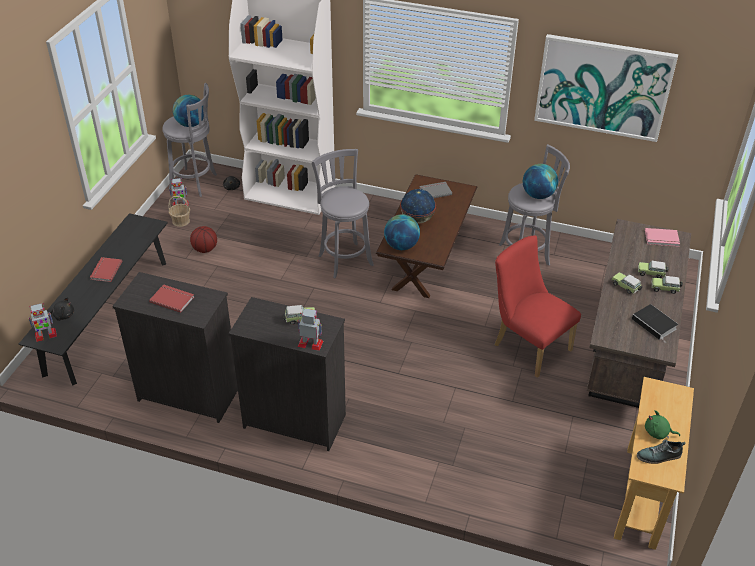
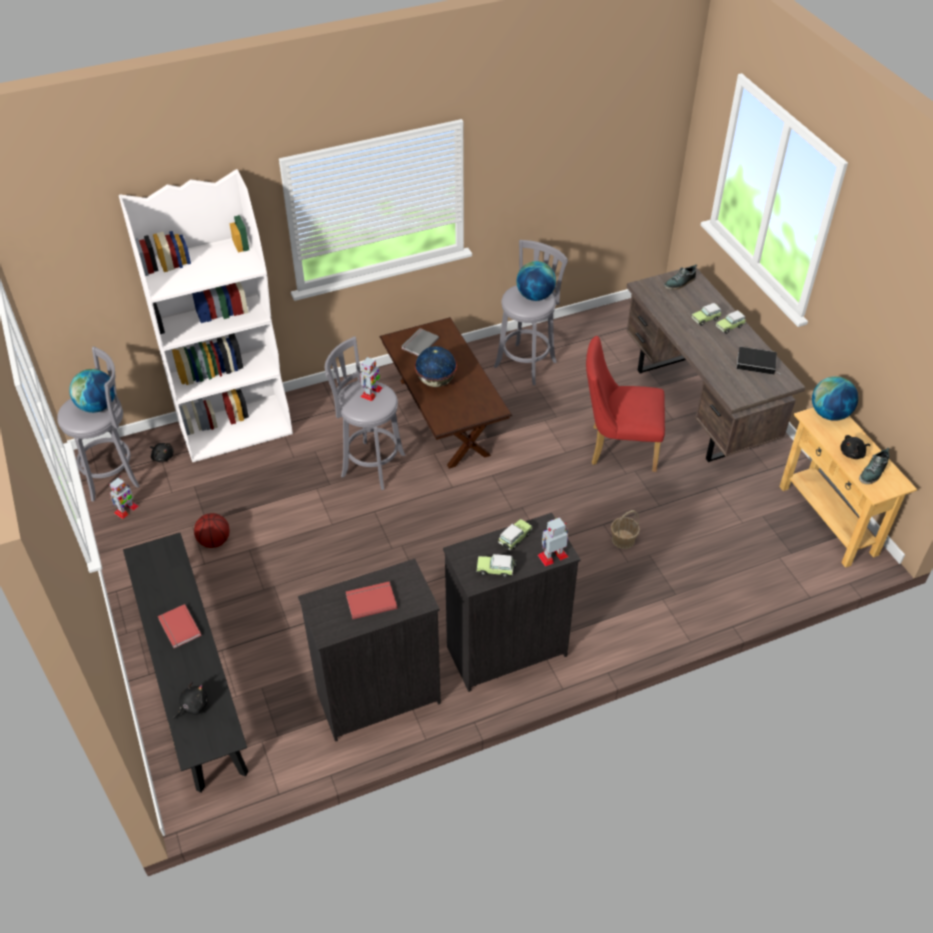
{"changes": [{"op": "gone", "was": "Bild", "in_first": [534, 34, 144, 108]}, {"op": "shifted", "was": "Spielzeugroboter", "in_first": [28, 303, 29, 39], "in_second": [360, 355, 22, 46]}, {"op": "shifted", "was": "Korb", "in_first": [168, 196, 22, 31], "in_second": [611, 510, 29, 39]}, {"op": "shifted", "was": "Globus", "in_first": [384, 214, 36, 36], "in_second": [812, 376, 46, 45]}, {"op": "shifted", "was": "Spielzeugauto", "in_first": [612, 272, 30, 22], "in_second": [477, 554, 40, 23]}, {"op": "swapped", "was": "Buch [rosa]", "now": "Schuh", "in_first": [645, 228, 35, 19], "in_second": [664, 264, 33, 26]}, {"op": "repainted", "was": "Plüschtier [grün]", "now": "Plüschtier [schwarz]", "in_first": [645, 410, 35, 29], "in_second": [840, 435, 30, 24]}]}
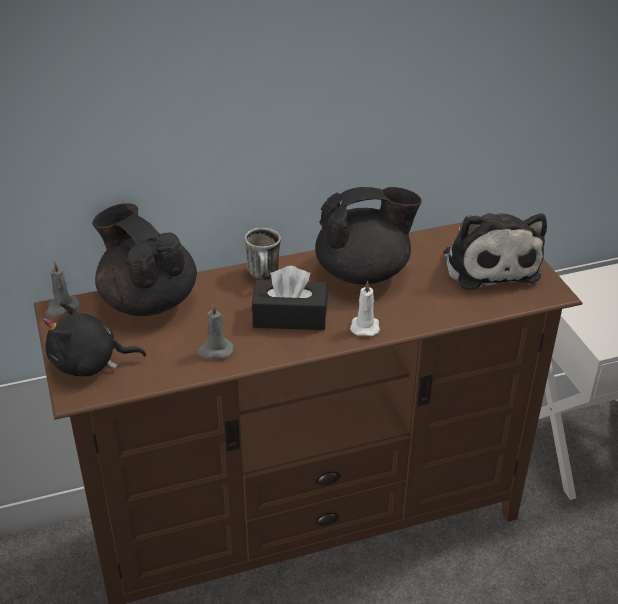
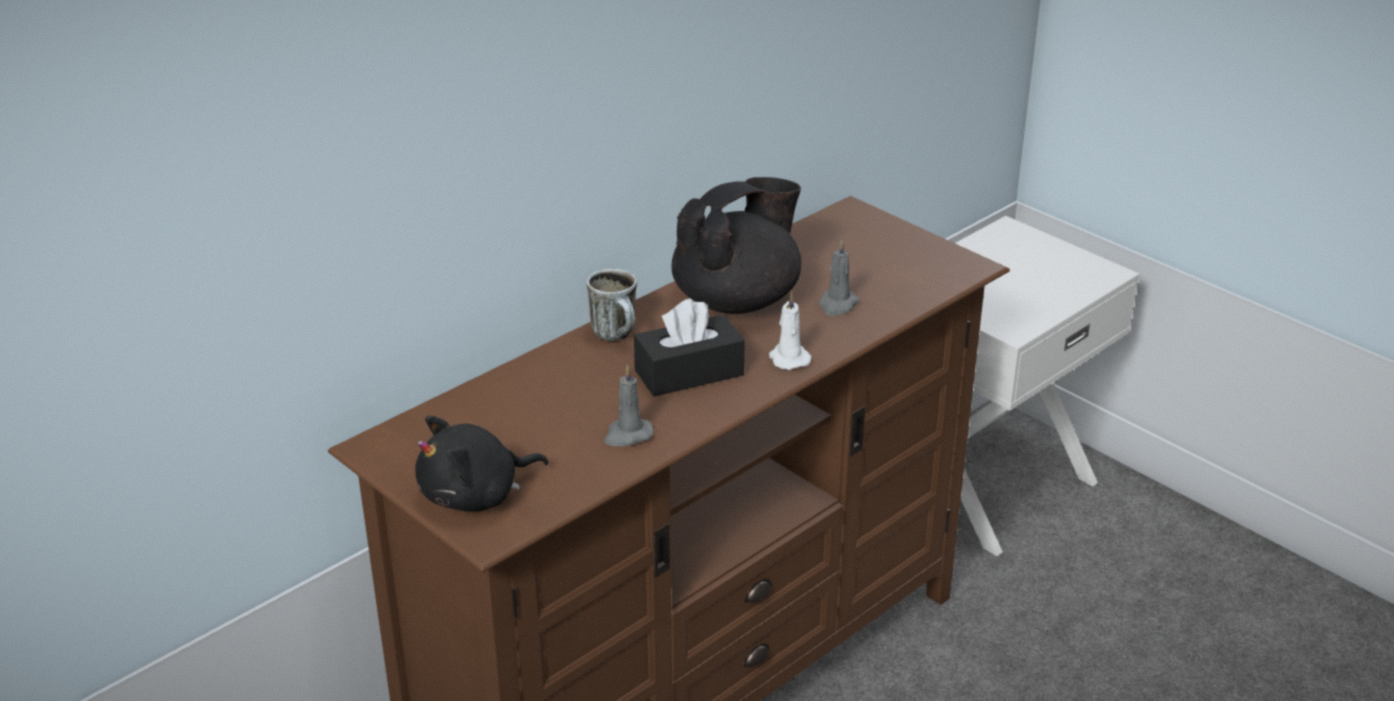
{"changes": [{"op": "gone", "was": "Teekanne [schwarz]", "in_first": [92, 203, 105, 113]}, {"op": "gone", "was": "Plüschtier", "in_first": [443, 213, 104, 77]}, {"op": "shifted", "was": "Kerze [grau]", "in_first": [45, 261, 35, 56], "in_second": [819, 239, 40, 77]}]}
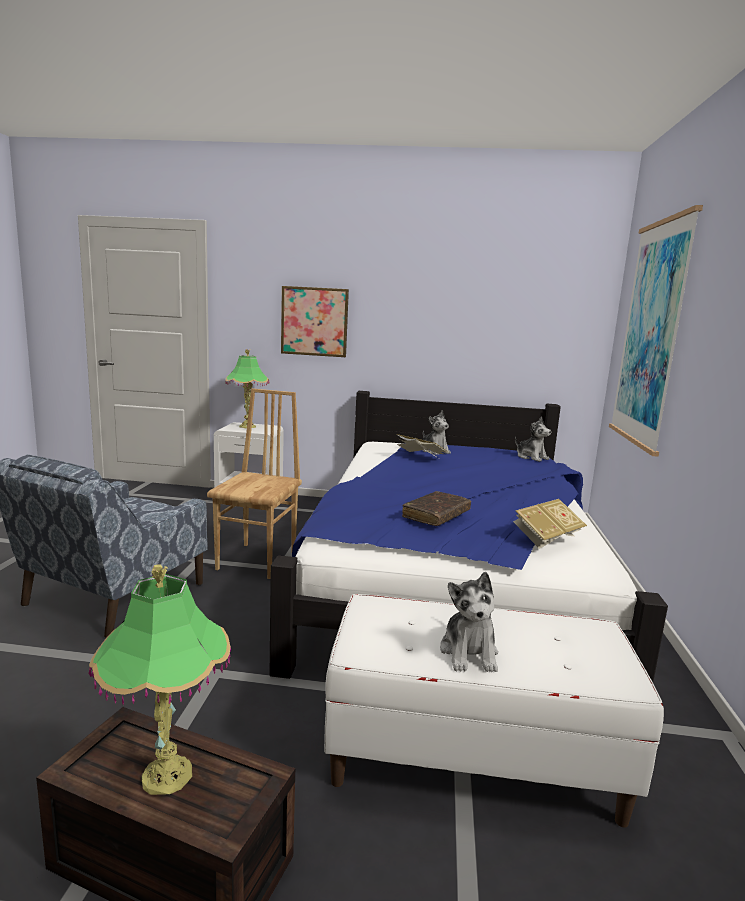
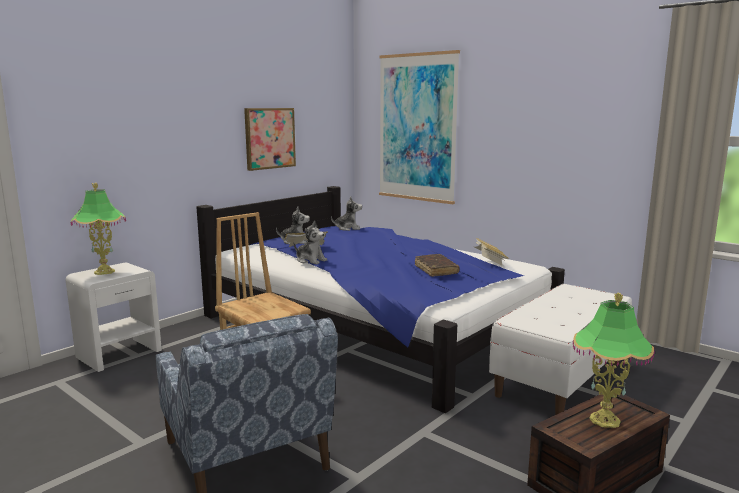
{"changes": [{"op": "shifted", "was": "Bild", "in_first": [281, 286, 68, 71], "in_second": [244, 108, 52, 63]}, {"op": "shifted", "was": "Plüschtier", "in_first": [440, 572, 58, 100], "in_second": [294, 220, 33, 44]}]}
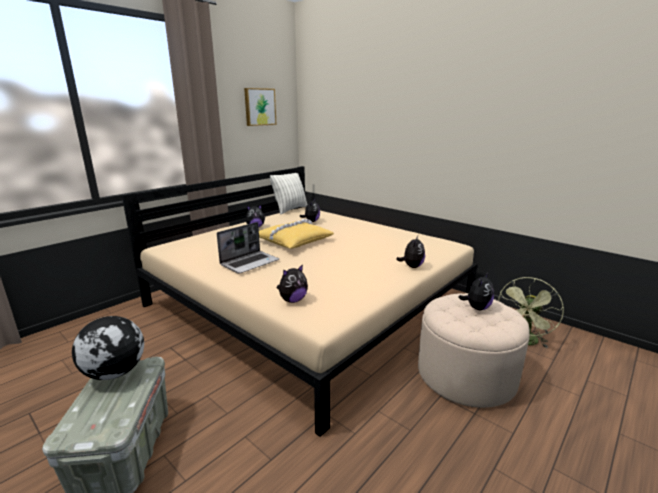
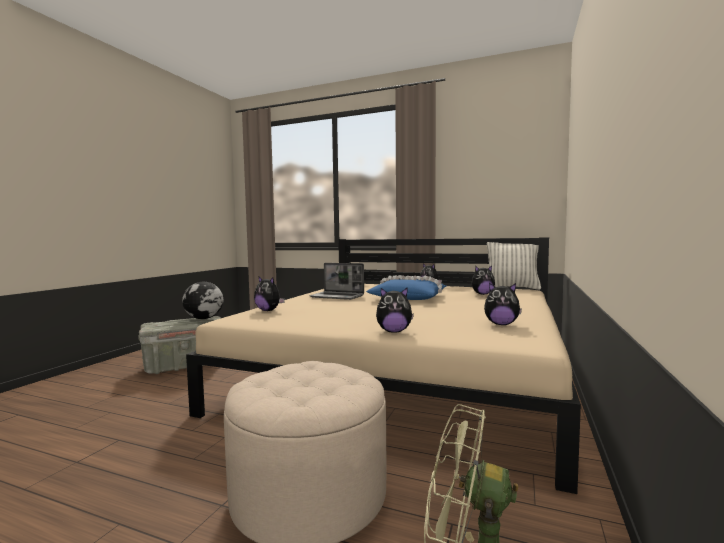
{"changes": [{"op": "gone", "was": "Bild", "in_first": [244, 88, 33, 38]}, {"op": "shifted", "was": "Plüschtier", "in_first": [458, 273, 36, 37], "in_second": [484, 283, 38, 42]}, {"op": "repainted", "was": "Kissen [gelb]", "now": "Kissen [blau]", "in_first": [259, 219, 75, 30], "in_second": [366, 275, 80, 25]}]}
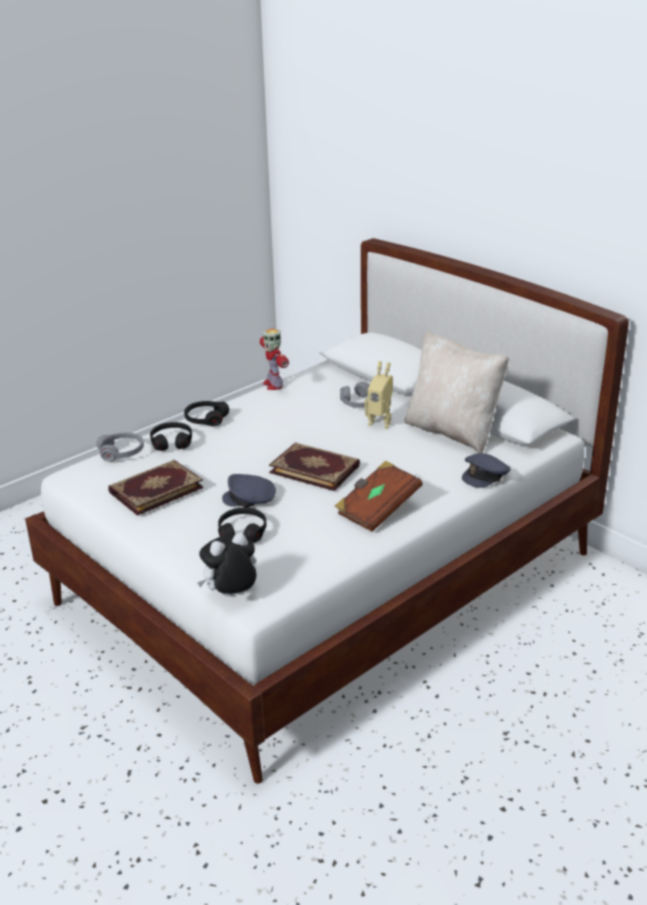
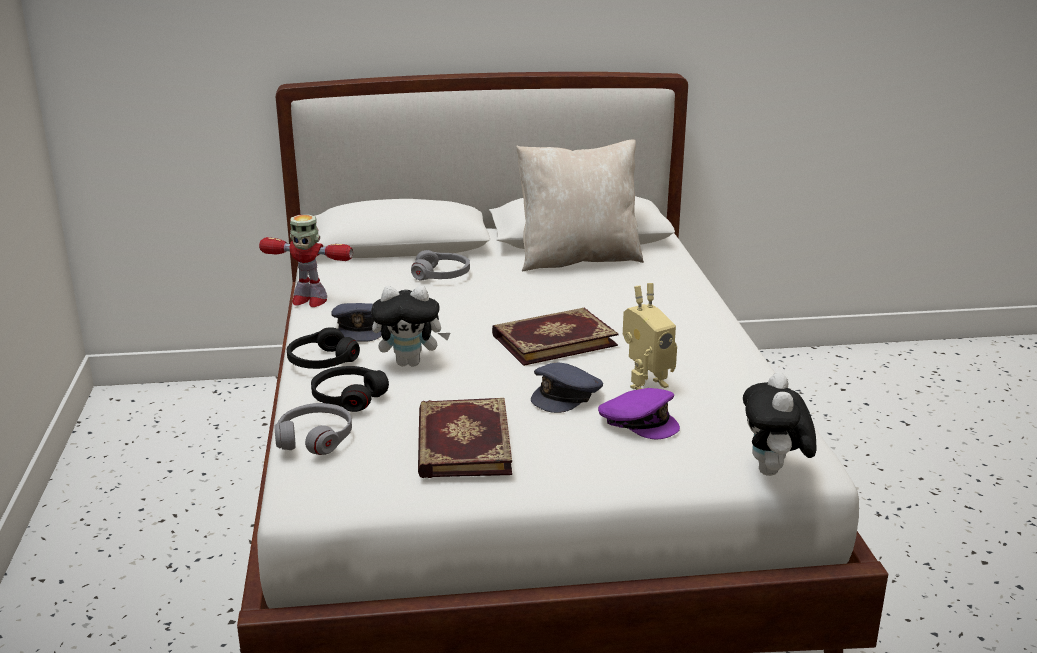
{"changes": [{"op": "gone", "was": "Buch [braun]", "in_first": [335, 460, 88, 72]}, {"op": "new", "now": "Plüschtier", "in_second": [371, 286, 79, 81]}, {"op": "shifted", "was": "Spielzeugroboter", "in_first": [365, 361, 28, 68], "in_second": [623, 283, 54, 107]}, {"op": "shifted", "was": "Kappe [grau]", "in_first": [462, 453, 49, 35], "in_second": [331, 303, 51, 39]}, {"op": "swapped", "was": "Kopfhörer [schwarz]", "now": "Kappe [lila]", "in_first": [218, 508, 49, 35], "in_second": [598, 388, 82, 51]}]}
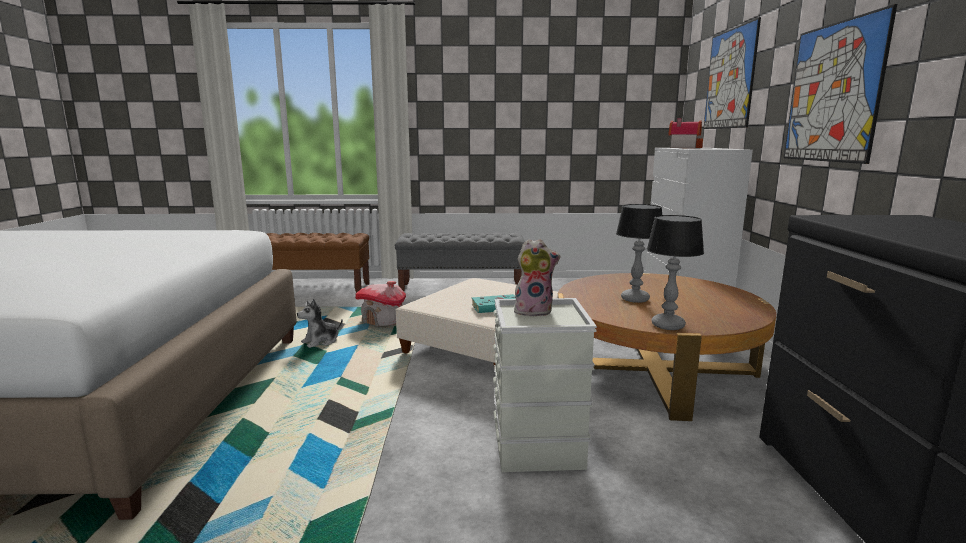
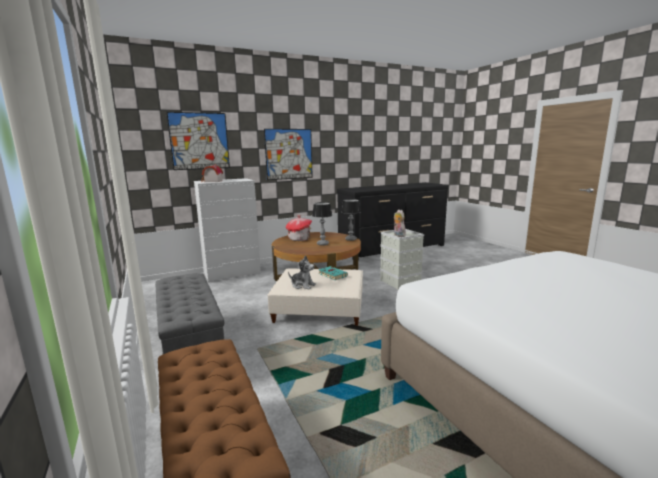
{"changes": [{"op": "shifted", "was": "Plüschtier", "in_first": [297, 298, 46, 50], "in_second": [288, 255, 28, 35]}, {"op": "shifted", "was": "Spielzeughaus", "in_first": [355, 281, 51, 45], "in_second": [286, 215, 26, 26]}]}
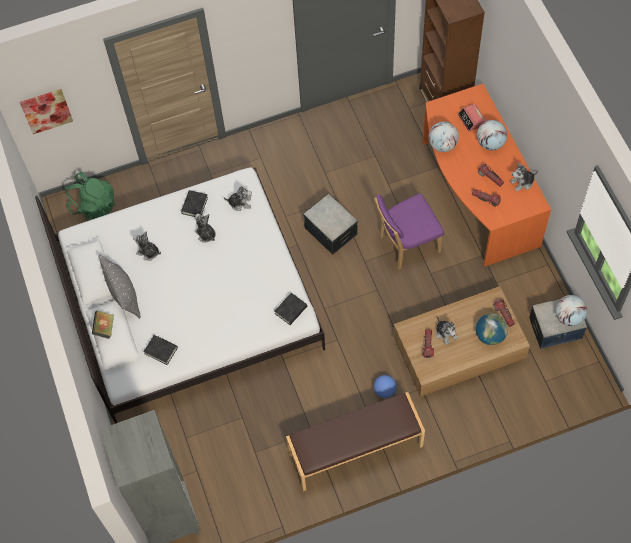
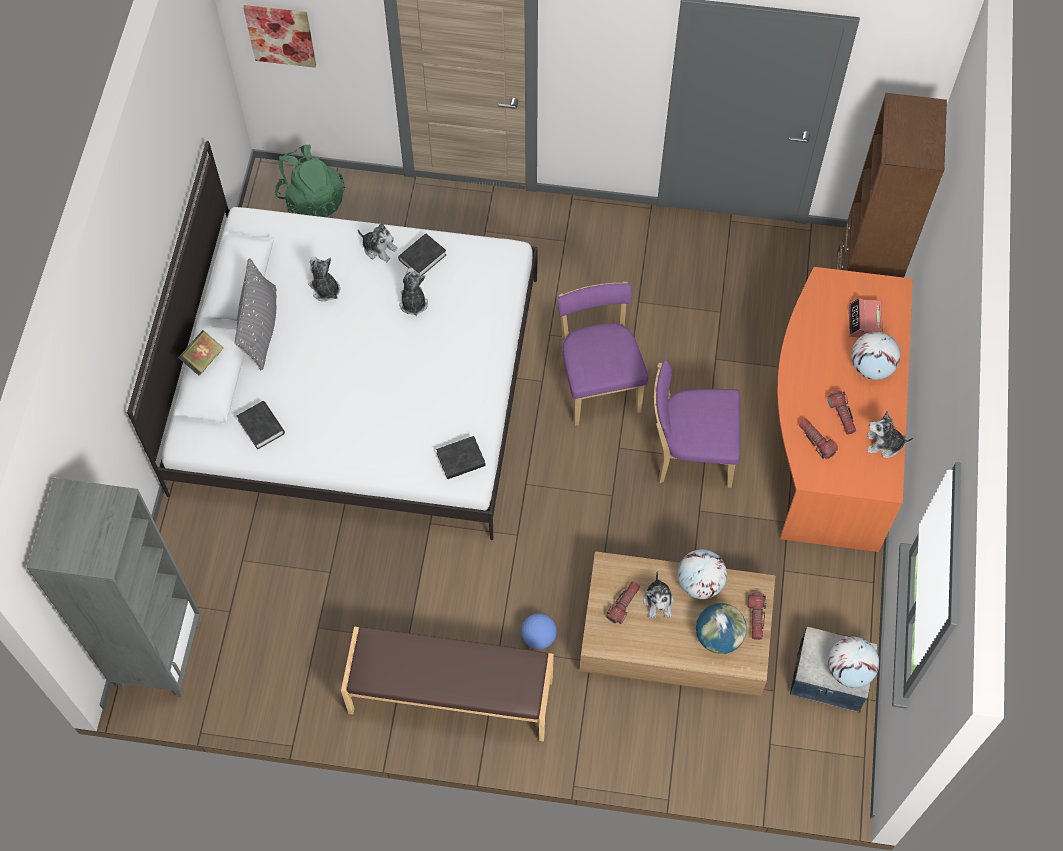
{"changes": [{"op": "shifted", "was": "Plüschtier", "in_first": [224, 186, 28, 25], "in_second": [358, 223, 40, 39]}, {"op": "shifted", "was": "Globus", "in_first": [428, 122, 31, 30], "in_second": [677, 550, 50, 49]}, {"op": "swapped", "was": "Aufbewahrungsbox", "now": "Stuhl [lila]", "in_first": [303, 194, 55, 61], "in_second": [558, 281, 90, 145]}]}
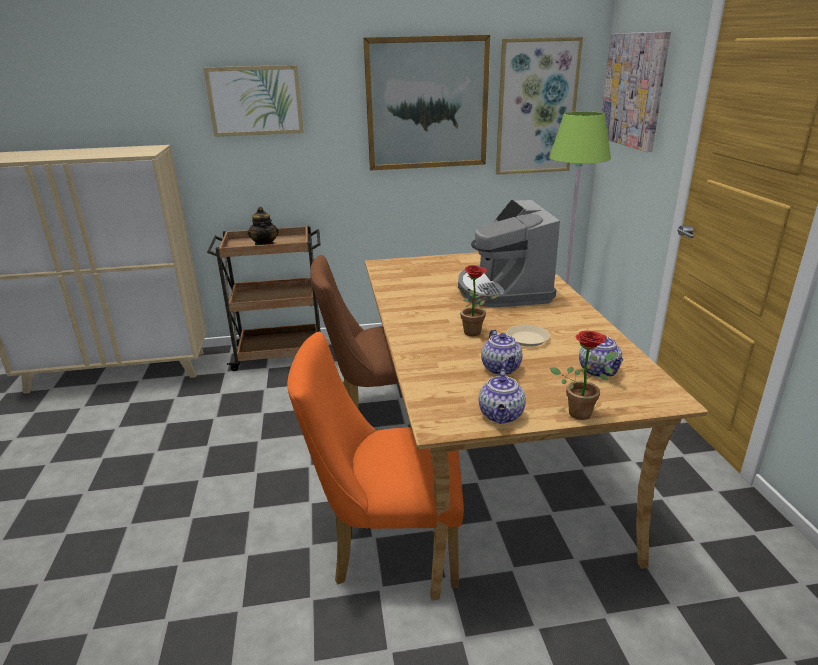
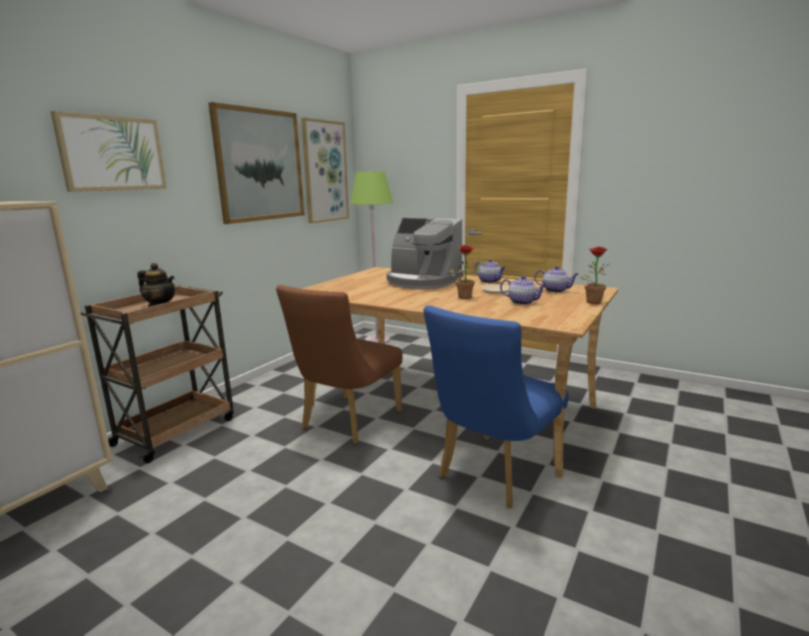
{"changes": [{"op": "gone", "was": "Bild", "in_first": [602, 31, 69, 121]}, {"op": "shifted", "was": "Teekanne", "in_first": [479, 369, 47, 55], "in_second": [475, 259, 31, 24]}, {"op": "repainted", "was": "Stuhl [orange]", "now": "Stuhl [blau]", "in_first": [287, 332, 177, 256], "in_second": [424, 305, 145, 204]}]}
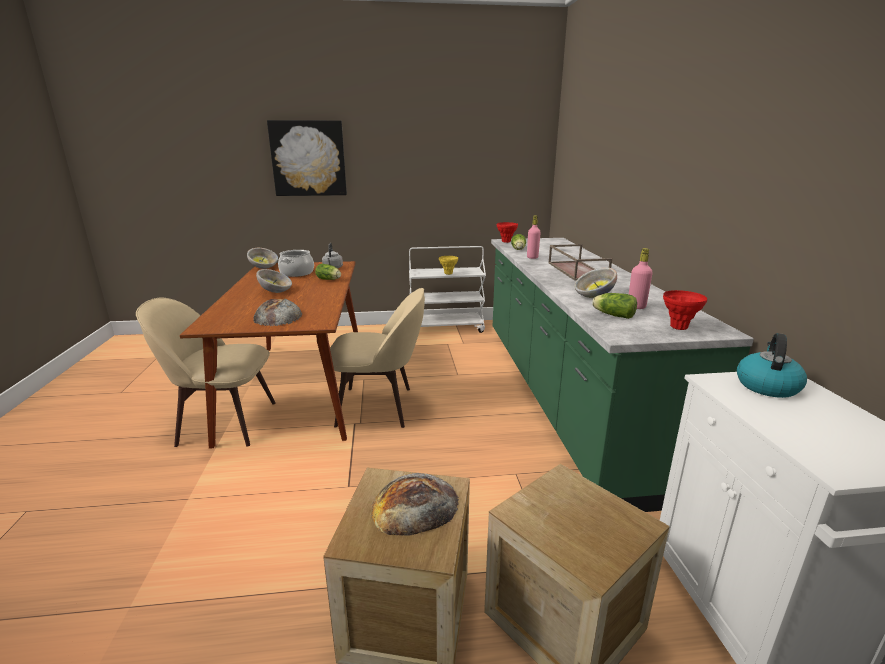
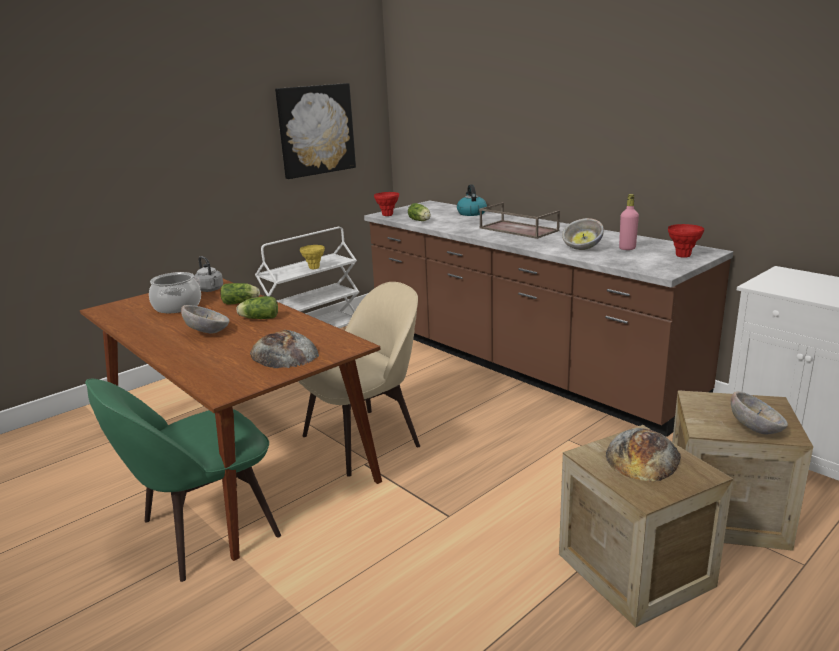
{"changes": [{"op": "gone", "was": "Flasche [rosa]", "in_first": [527, 215, 14, 44]}, {"op": "shifted", "was": "Schüssel", "in_first": [247, 248, 31, 21], "in_second": [731, 391, 57, 43]}, {"op": "shifted", "was": "Bild", "in_first": [267, 120, 80, 76], "in_second": [275, 83, 81, 96]}, {"op": "shifted", "was": "Salatkopf", "in_first": [592, 293, 45, 26], "in_second": [237, 296, 41, 23]}, {"op": "shifted", "was": "Wasserkessel", "in_first": [737, 333, 70, 65], "in_second": [457, 184, 30, 32]}, {"op": "repainted", "was": "Stuhl [beige]", "now": "Stuhl [grün]", "in_first": [136, 298, 140, 149], "in_second": [85, 379, 196, 203]}, {"op": "repainted", "was": "Küchenzeile [grün]", "now": "Küchenzeile [braun]", "in_first": [491, 238, 263, 274], "in_second": [364, 201, 369, 236]}]}
